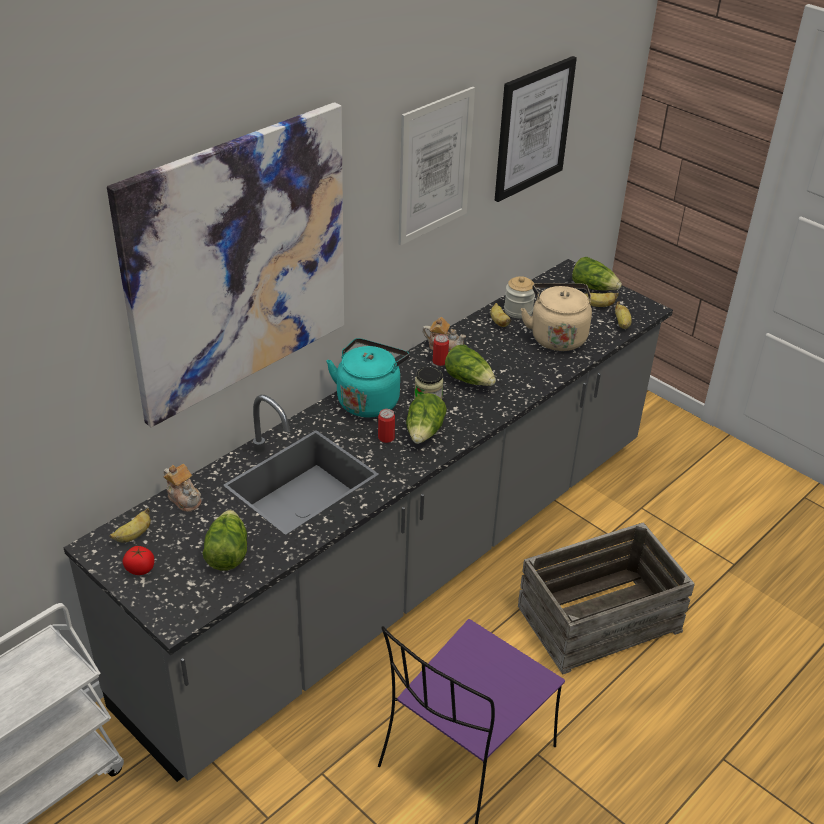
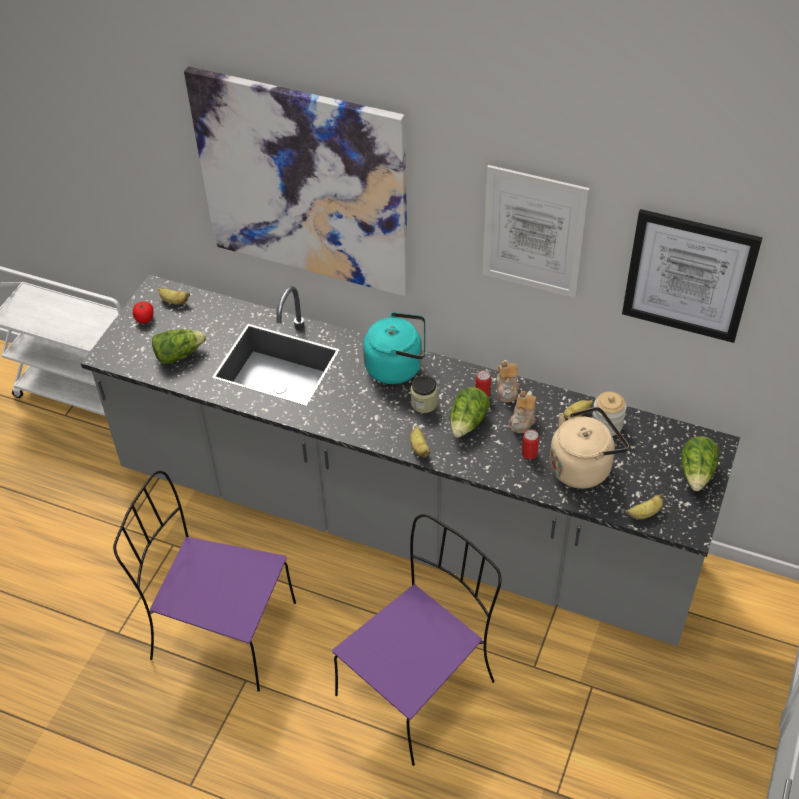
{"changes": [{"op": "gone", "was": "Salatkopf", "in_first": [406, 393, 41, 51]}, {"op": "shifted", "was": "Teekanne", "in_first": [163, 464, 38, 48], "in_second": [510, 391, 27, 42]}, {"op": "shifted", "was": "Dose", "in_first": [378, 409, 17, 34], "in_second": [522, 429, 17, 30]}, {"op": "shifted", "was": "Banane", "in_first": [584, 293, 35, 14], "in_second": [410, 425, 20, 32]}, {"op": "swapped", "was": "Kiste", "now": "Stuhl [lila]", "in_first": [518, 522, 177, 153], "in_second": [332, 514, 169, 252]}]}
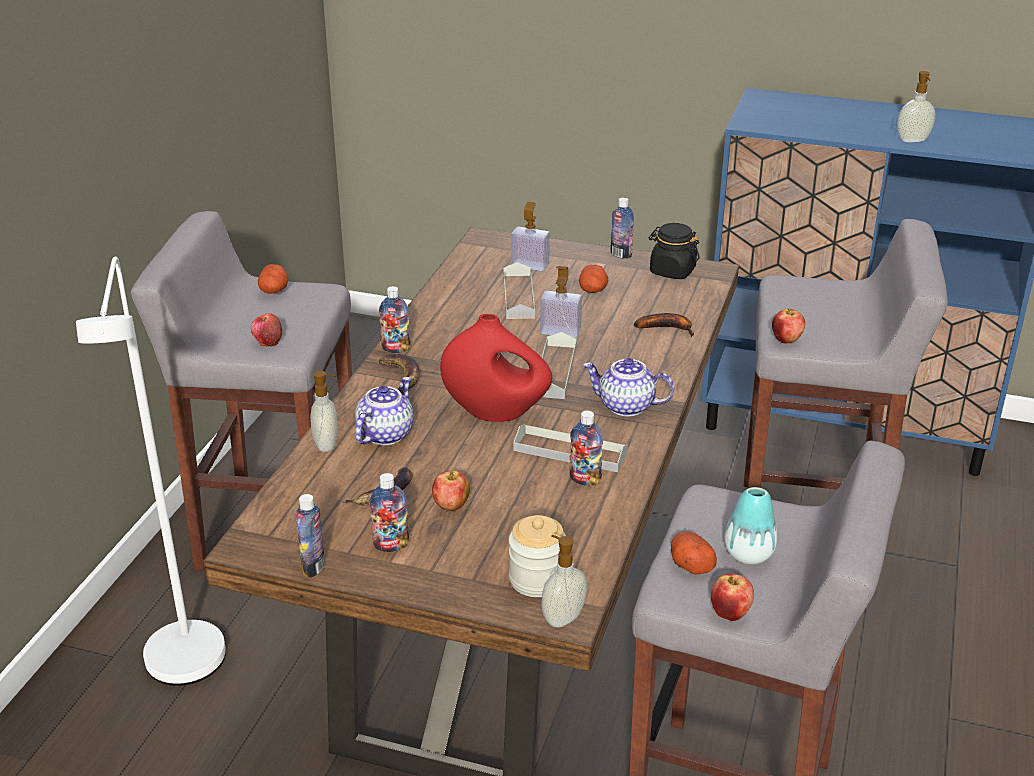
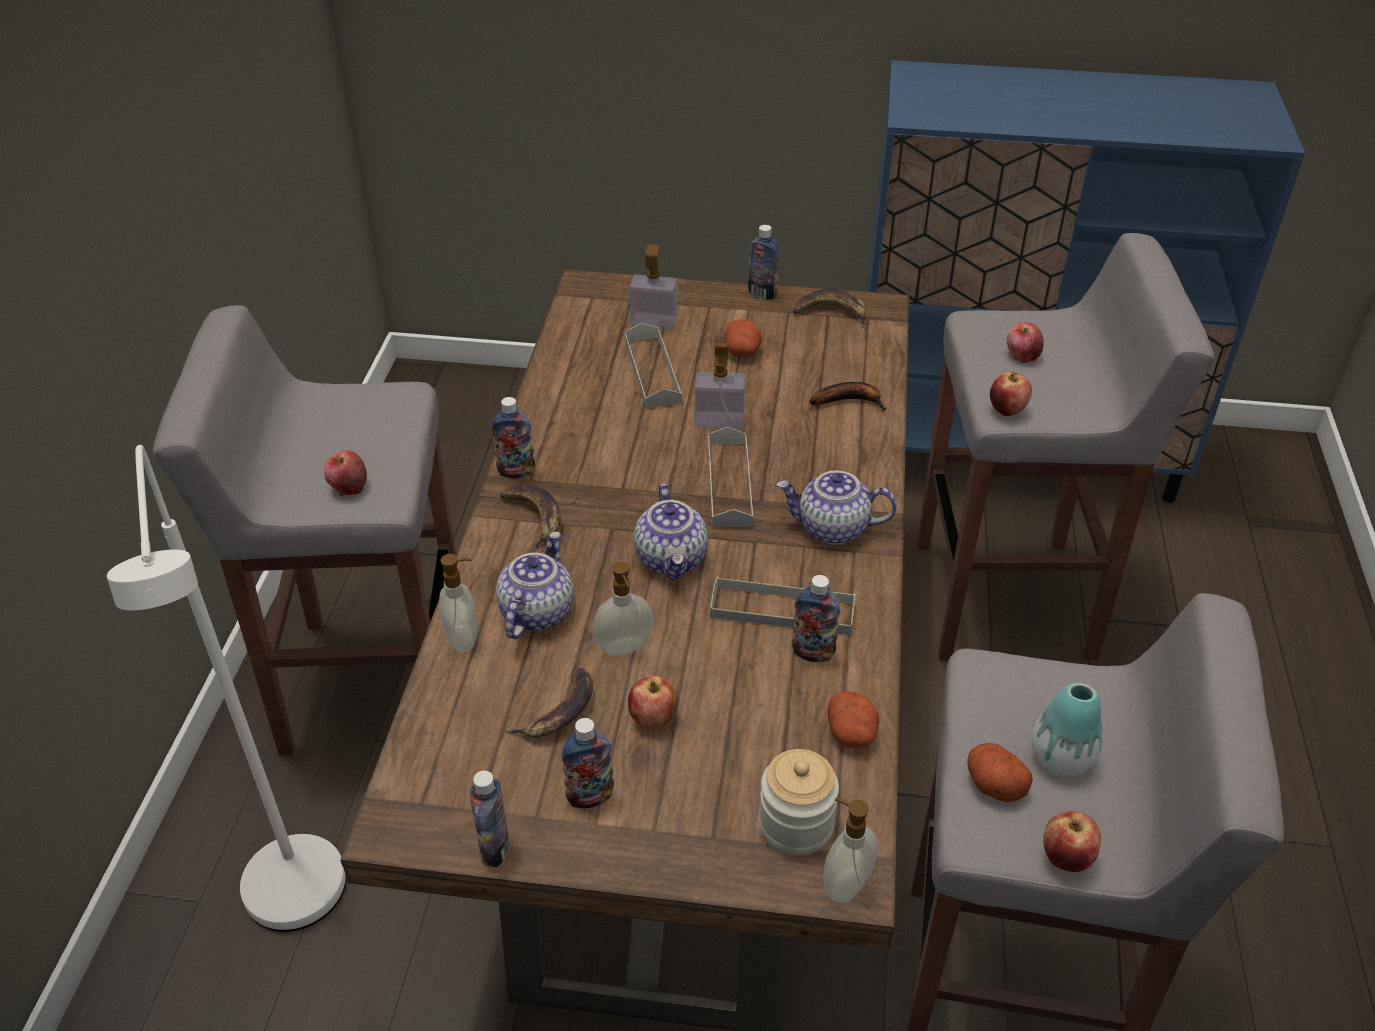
{"changes": [{"op": "new", "now": "Apfel", "in_second": [1007, 322, 37, 41]}, {"op": "shifted", "was": "Kartoffel", "in_first": [258, 264, 31, 29], "in_second": [828, 692, 51, 56]}, {"op": "shifted", "was": "Seifenspender", "in_first": [897, 71, 39, 71], "in_second": [593, 562, 61, 94]}, {"op": "swapped", "was": "Vase [rot]", "now": "Teekanne", "in_first": [440, 314, 112, 108], "in_second": [634, 484, 74, 96]}, {"op": "swapped", "was": "Vorratsglas [schwarz]", "now": "Banane", "in_first": [649, 223, 50, 56], "in_second": [793, 289, 73, 39]}]}
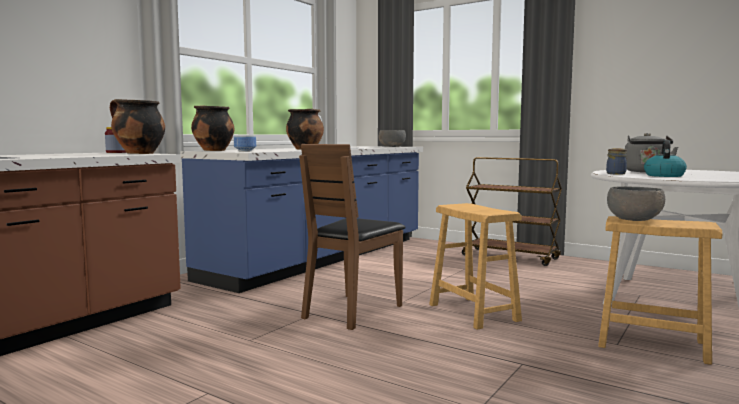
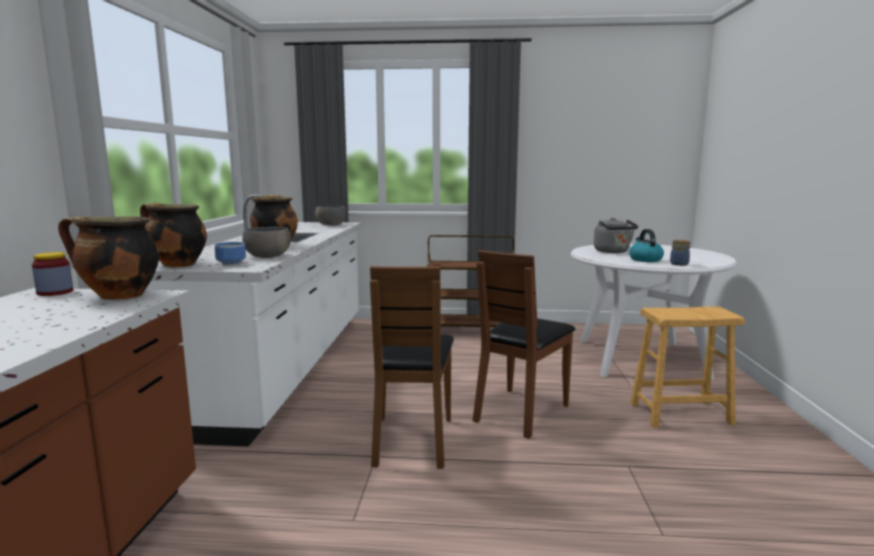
{"changes": [{"op": "shifted", "was": "Vorratsglas", "in_first": [606, 148, 21, 27], "in_second": [670, 240, 20, 26]}, {"op": "shifted", "was": "Schüssel [grau]", "in_first": [607, 186, 58, 35], "in_second": [242, 227, 49, 31]}, {"op": "swapped", "was": "Hocker [braun]", "now": "Stuhl [braun]", "in_first": [429, 203, 93, 127], "in_second": [473, 250, 102, 189]}, {"op": "repainted", "was": "Küchenzeile [blau]", "now": "Küchenzeile [weiß]", "in_first": [180, 115, 243, 178], "in_second": [145, 195, 216, 252]}]}
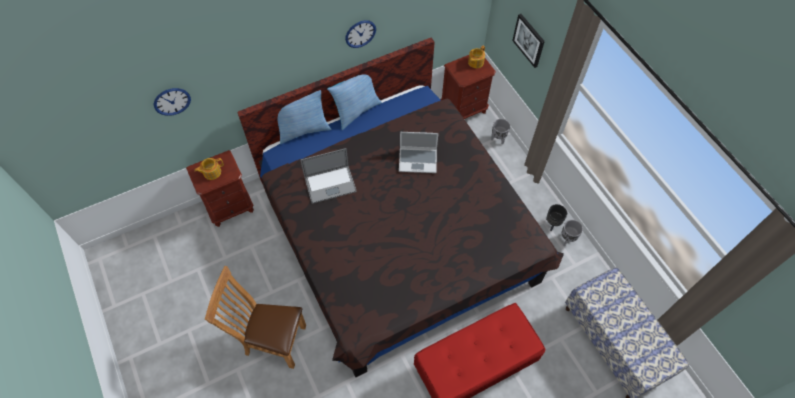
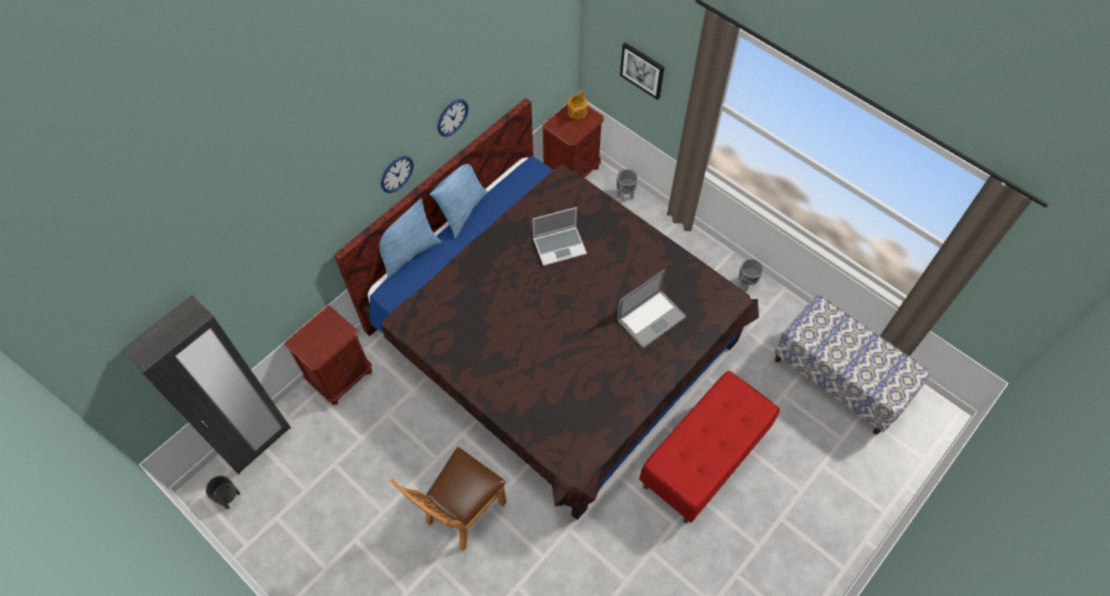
{"changes": [{"op": "gone", "was": "Teekanne", "in_first": [195, 158, 29, 22]}, {"op": "new", "now": "Kleiderschrank [schwarz]", "in_second": [120, 295, 171, 179]}, {"op": "shifted", "was": "Wanduhr", "in_first": [154, 88, 37, 28], "in_second": [381, 156, 33, 37]}, {"op": "shifted", "was": "Laptop", "in_first": [301, 148, 56, 56], "in_second": [617, 270, 70, 78]}, {"op": "shifted", "was": "Pflanzkübel [schwarz]", "in_first": [546, 204, 21, 27], "in_second": [206, 475, 34, 34]}, {"op": "rotated", "was": "Stuhl [braun]", "in_first": [205, 266, 101, 103], "in_second": [390, 447, 117, 104], "clockwise": -45}]}
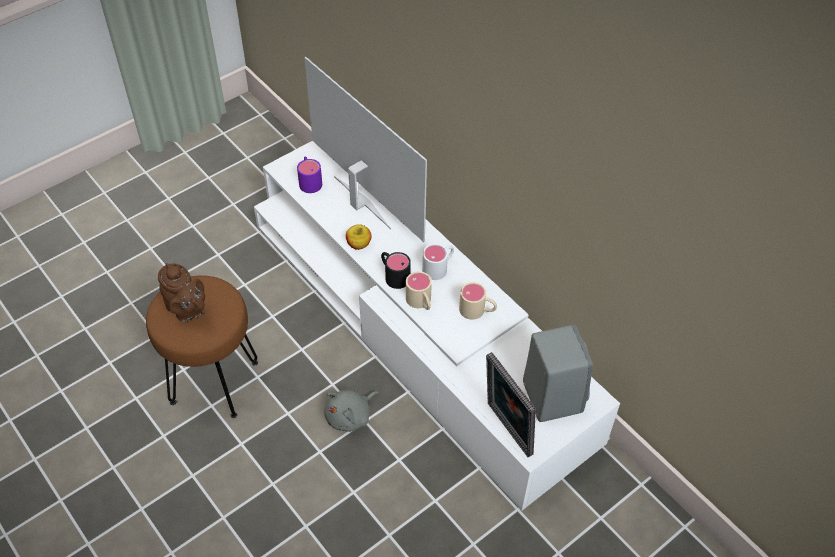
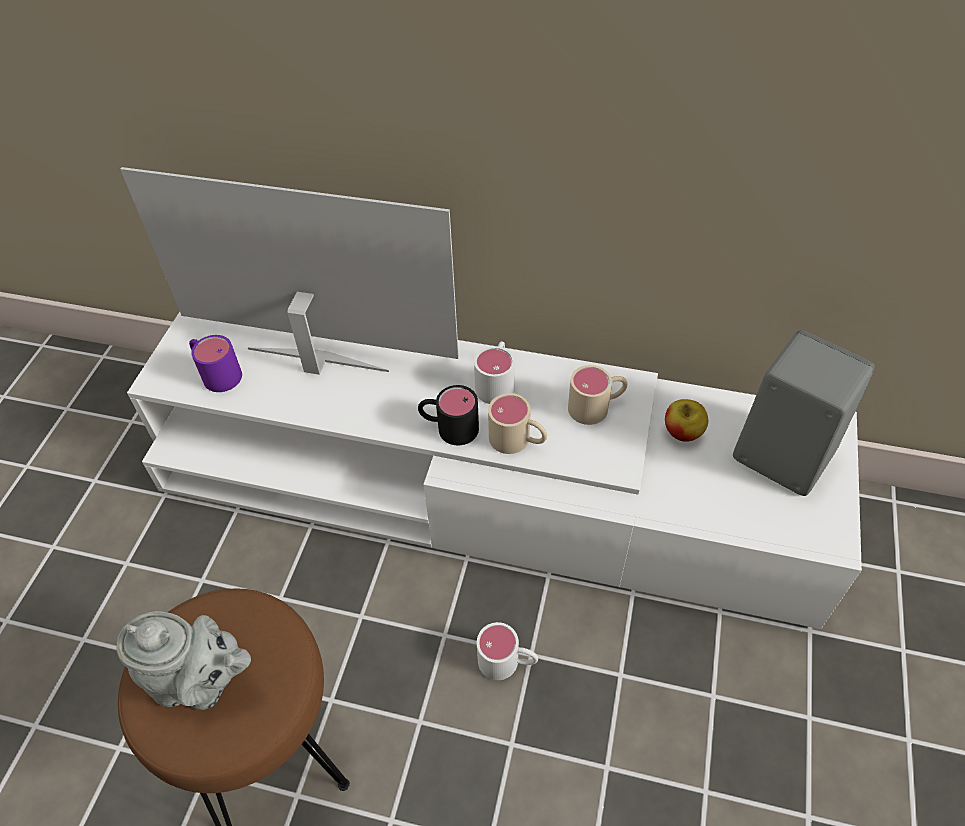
{"changes": [{"op": "gone", "was": "Bilderrahmen", "in_first": [486, 352, 50, 105]}, {"op": "shifted", "was": "Apfel", "in_first": [346, 224, 25, 26], "in_second": [665, 399, 43, 43]}, {"op": "swapped", "was": "Plüschtier [grau]", "now": "Henkelbecher [weiß]", "in_first": [324, 390, 55, 42], "in_second": [477, 622, 61, 58]}, {"op": "repainted", "was": "Teekanne [braun]", "now": "Teekanne [grau]", "in_first": [158, 263, 47, 59], "in_second": [116, 611, 135, 99]}]}
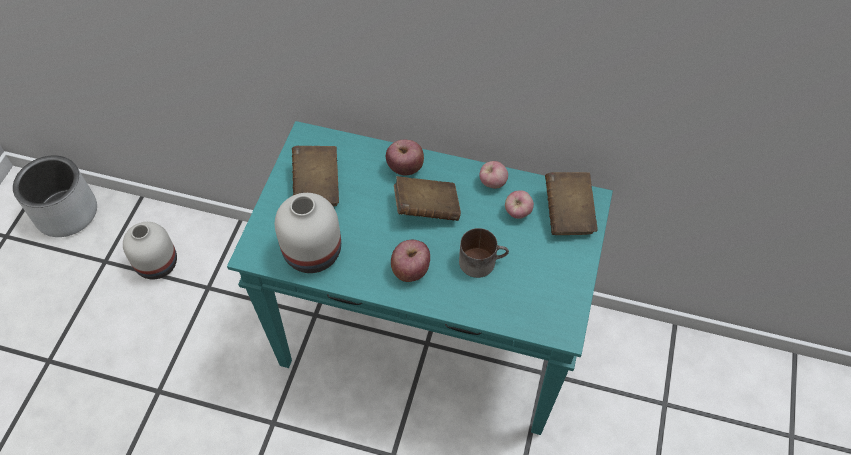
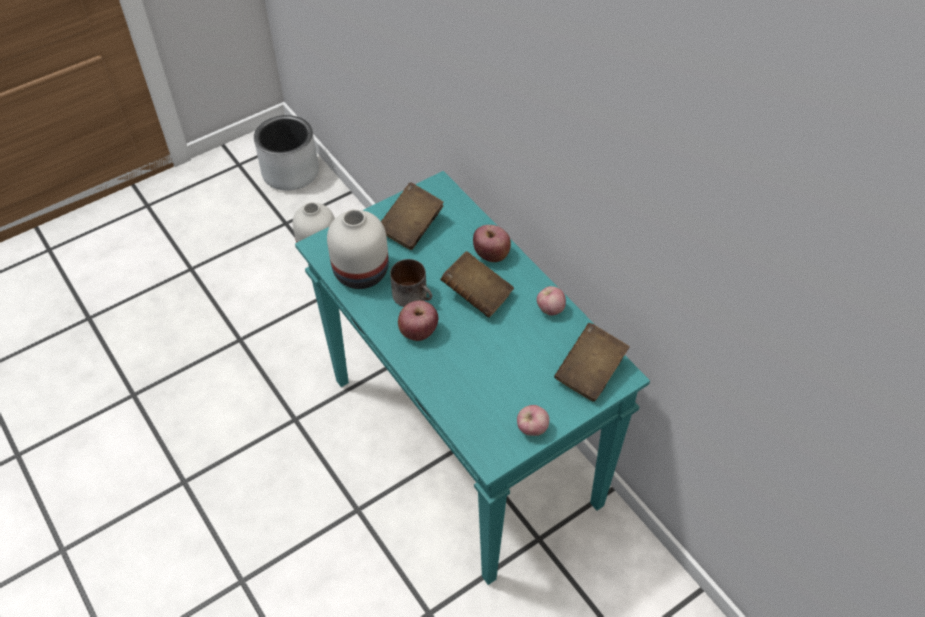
{"changes": [{"op": "shifted", "was": "Henkelbecher", "in_first": [459, 228, 50, 50], "in_second": [390, 259, 42, 48]}, {"op": "shifted", "was": "Apfel", "in_first": [505, 190, 29, 29], "in_second": [517, 405, 32, 31]}]}
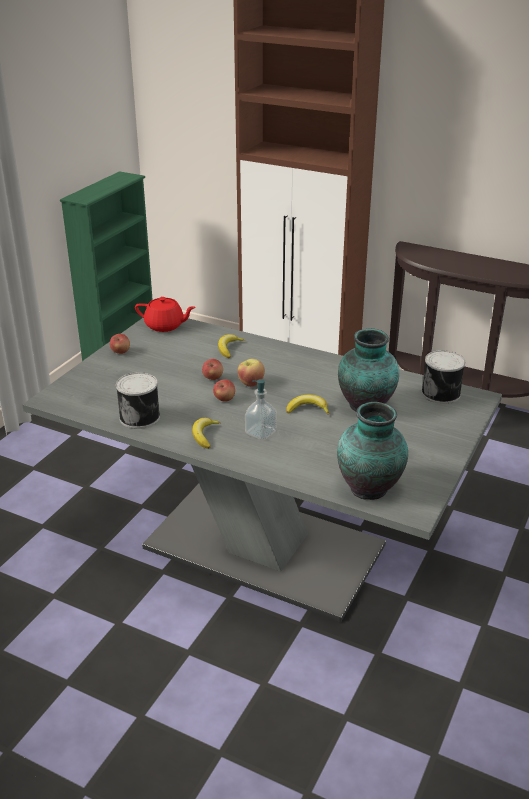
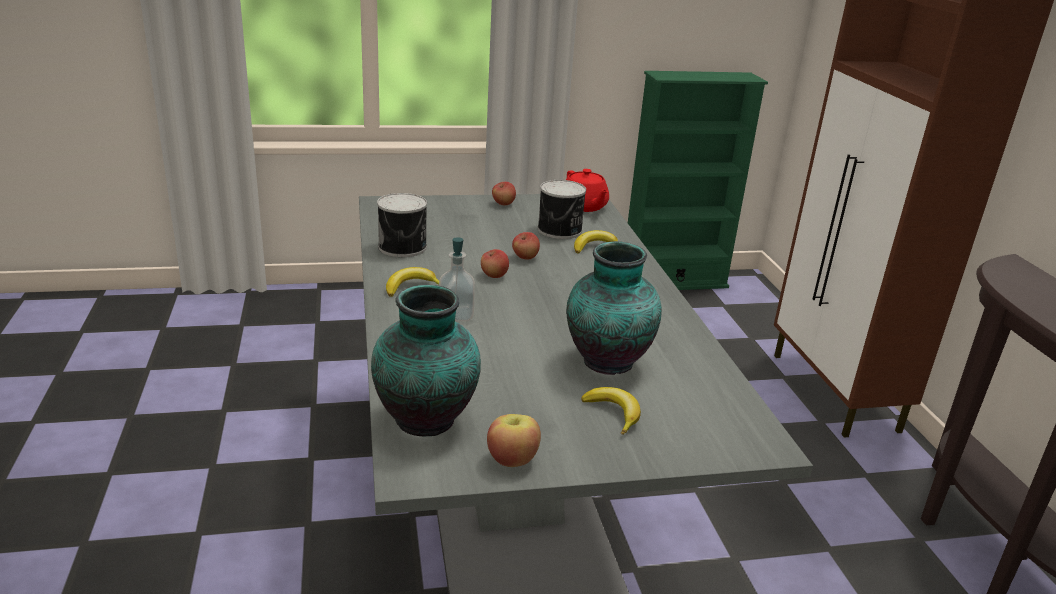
{"changes": [{"op": "shifted", "was": "Apfel", "in_first": [237, 359, 28, 28], "in_second": [487, 414, 54, 53]}, {"op": "shifted", "was": "Banane", "in_first": [286, 394, 43, 20], "in_second": [581, 387, 60, 48]}, {"op": "shifted", "was": "Dose", "in_first": [421, 350, 44, 54], "in_second": [537, 180, 49, 59]}]}
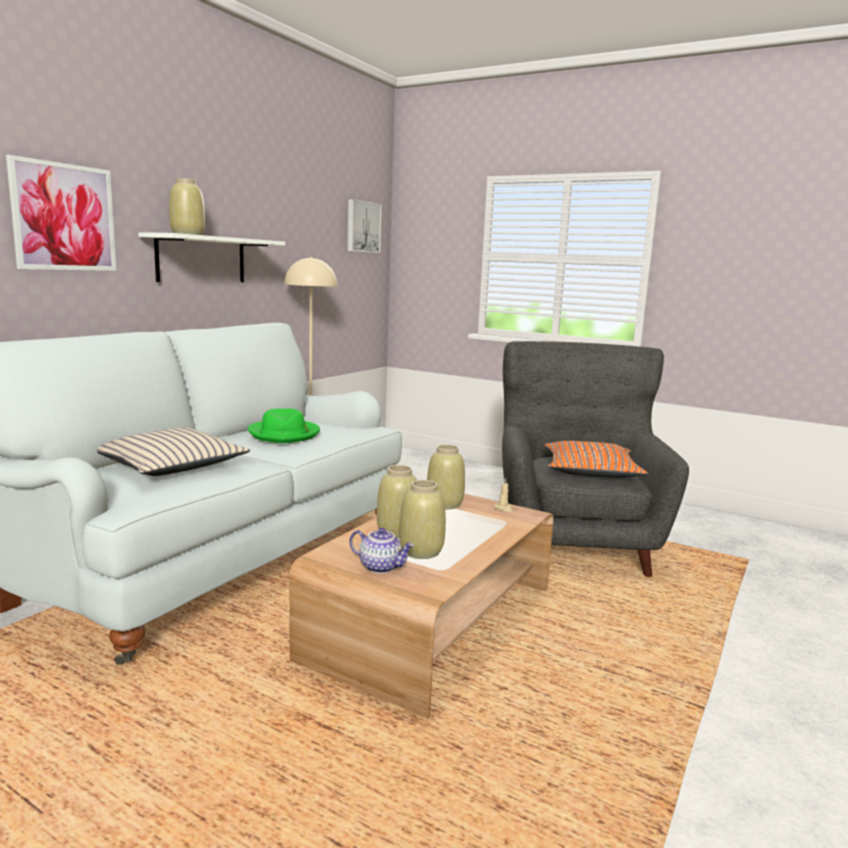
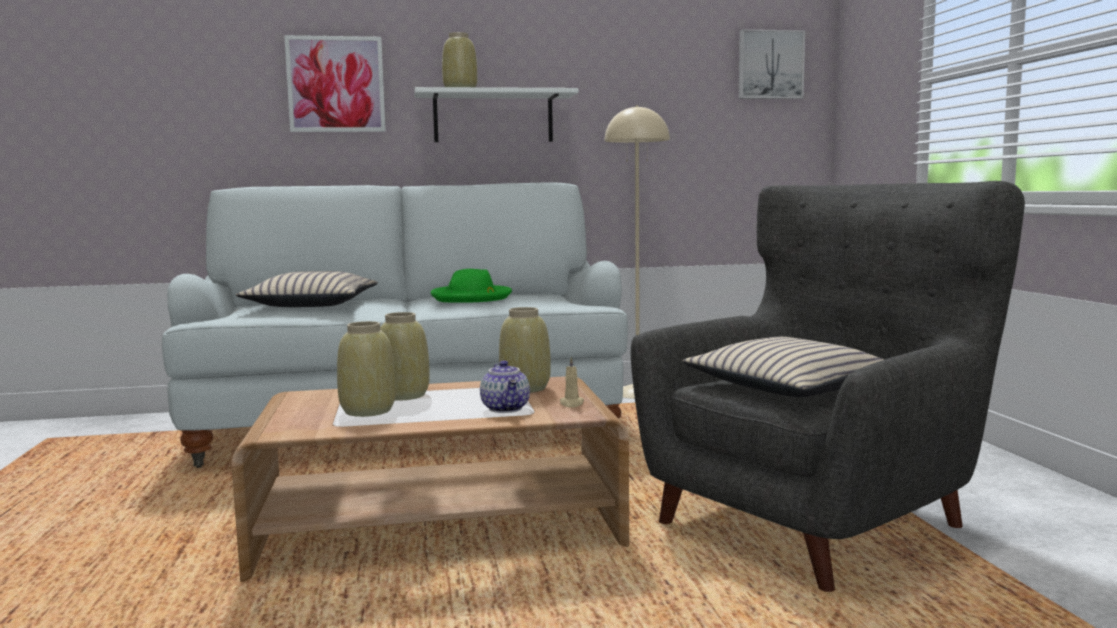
{"changes": [{"op": "shifted", "was": "Teekanne", "in_first": [349, 528, 65, 46], "in_second": [480, 361, 50, 52]}, {"op": "repainted", "was": "Kissen [orange]", "now": "Kissen [beige]", "in_first": [544, 441, 104, 37], "in_second": [683, 337, 202, 60]}]}
